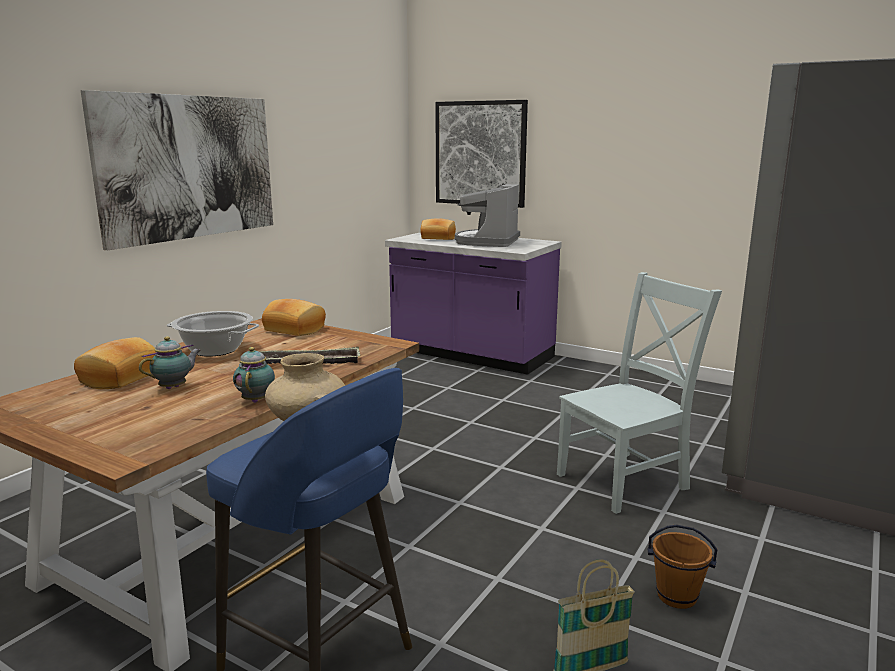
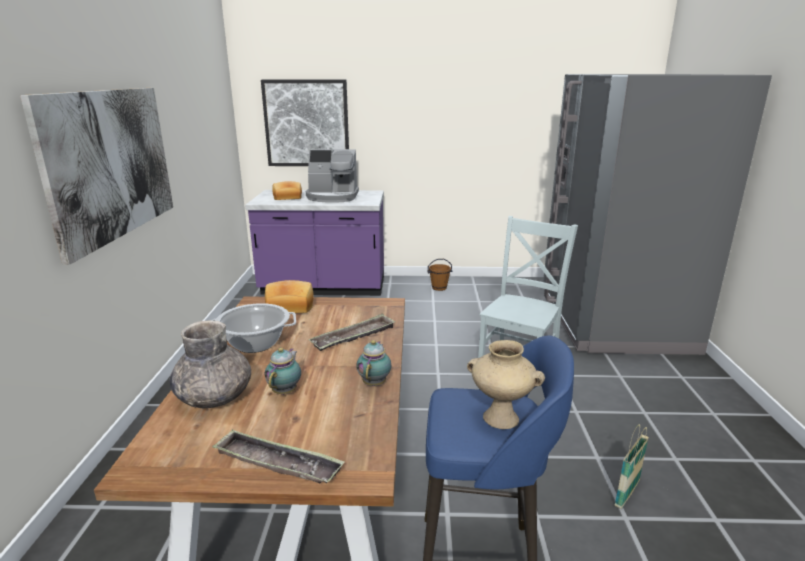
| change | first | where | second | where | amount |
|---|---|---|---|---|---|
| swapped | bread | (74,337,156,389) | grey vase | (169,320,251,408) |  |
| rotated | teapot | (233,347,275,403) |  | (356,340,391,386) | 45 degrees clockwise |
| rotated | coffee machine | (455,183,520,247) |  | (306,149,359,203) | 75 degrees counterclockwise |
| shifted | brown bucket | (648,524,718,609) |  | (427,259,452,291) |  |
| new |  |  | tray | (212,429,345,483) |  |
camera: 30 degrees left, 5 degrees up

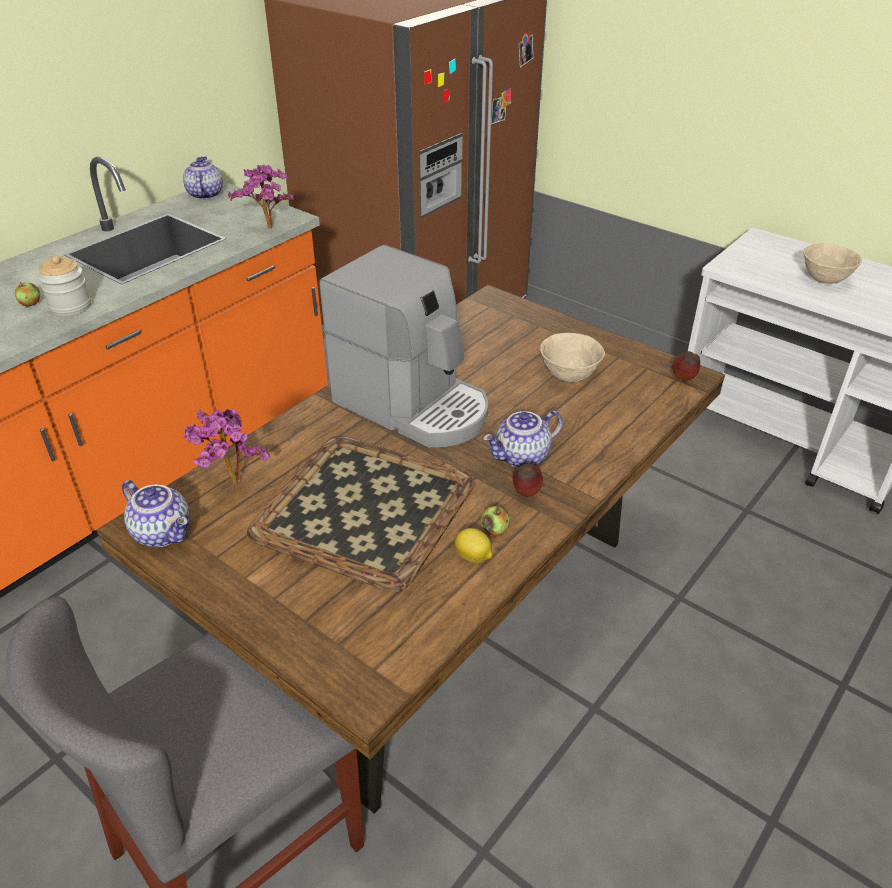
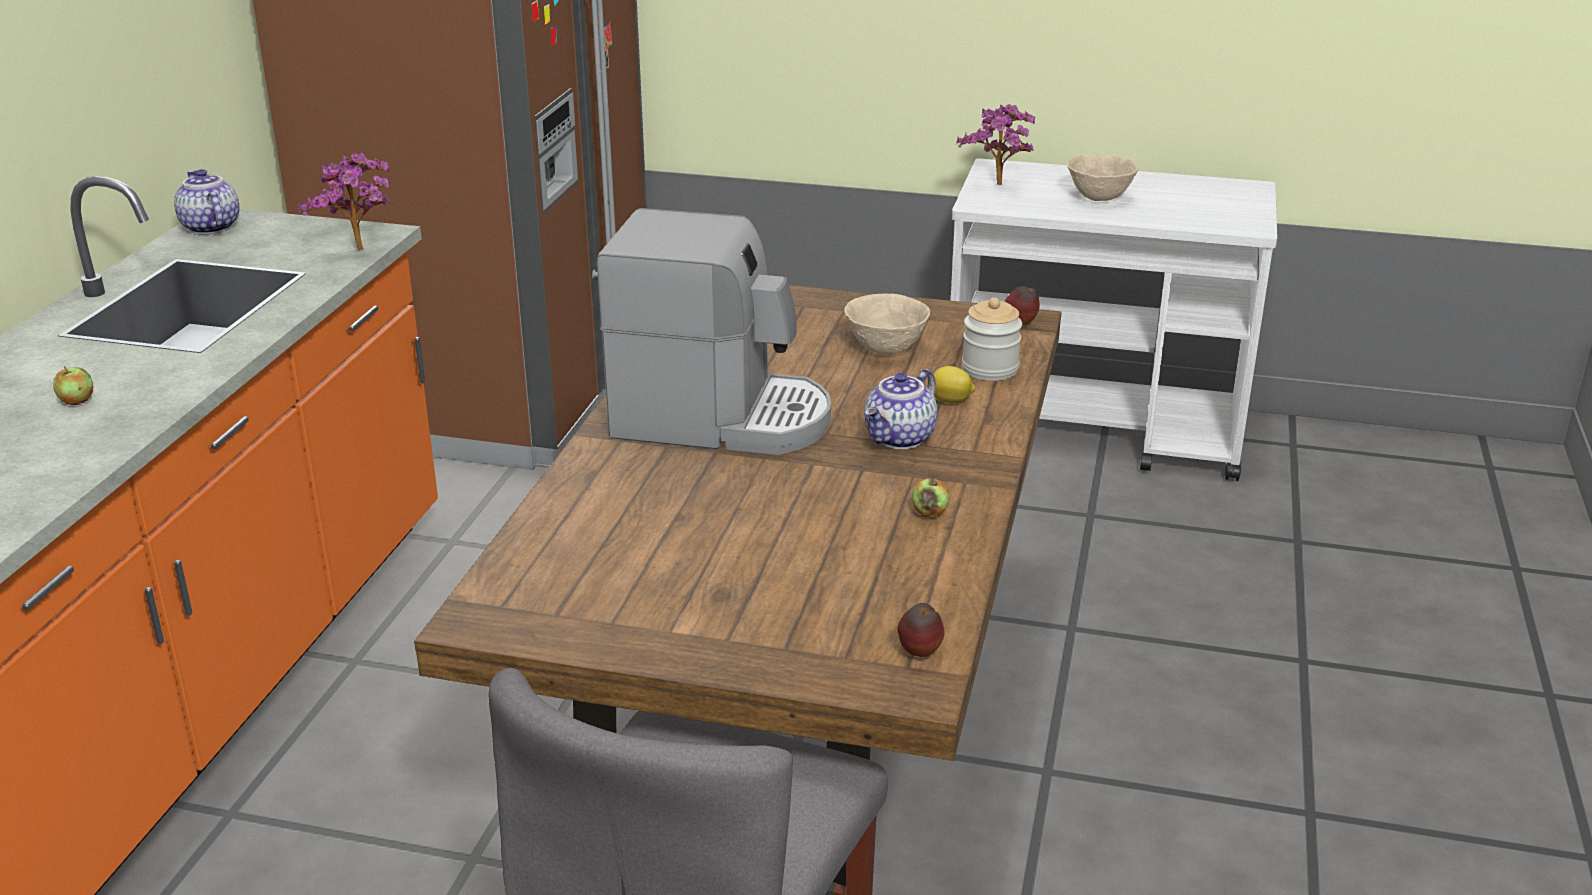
| change | first | where | second | where | amount |
|---|---|---|---|---|---|
| shifted | jar | (38,255,91,316) |  | (962,297,1022,381) |  |
| gone | teapot | (122,480,190,547) |  |  |  |
| shifted | potted plant | (183,409,270,484) |  | (956,104,1035,185) |  |
| gone | tray | (247,436,475,592) |  |  |  |
| shifted | lemon | (454,528,492,563) |  | (933,366,975,403) |  |
| shifted | apple | (512,463,543,497) |  | (898,603,944,657) |  |
camera: 25 degrees left, 10 degrees down

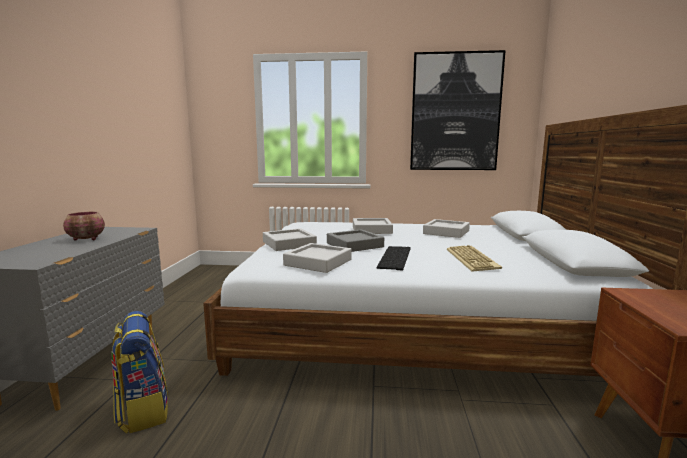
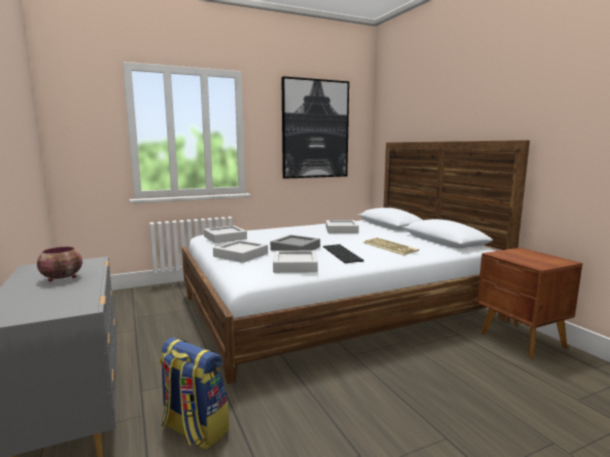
| change | first | where | second | where | amount |
|---|---|---|---|---|---|
| shifted | grey tray | (353,218,393,234) |  | (204,226,247,243) |  |
camera: 30 degrees left, 0 degrees up

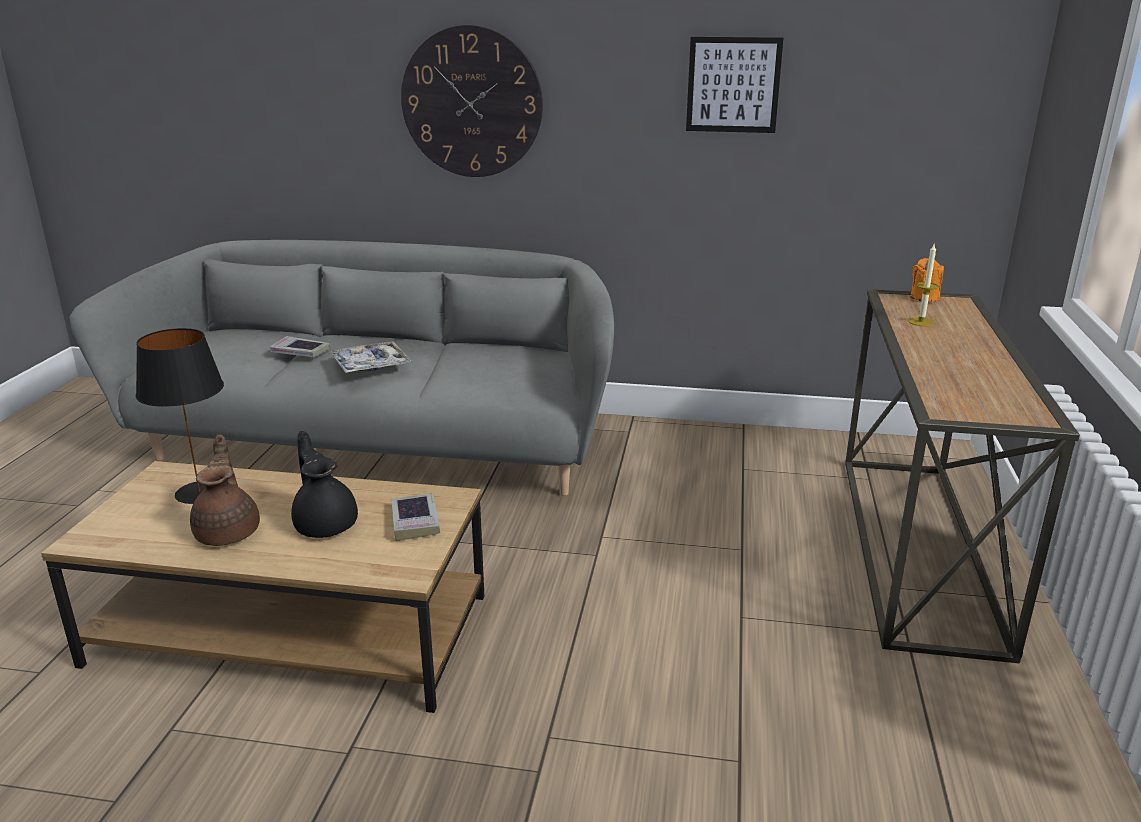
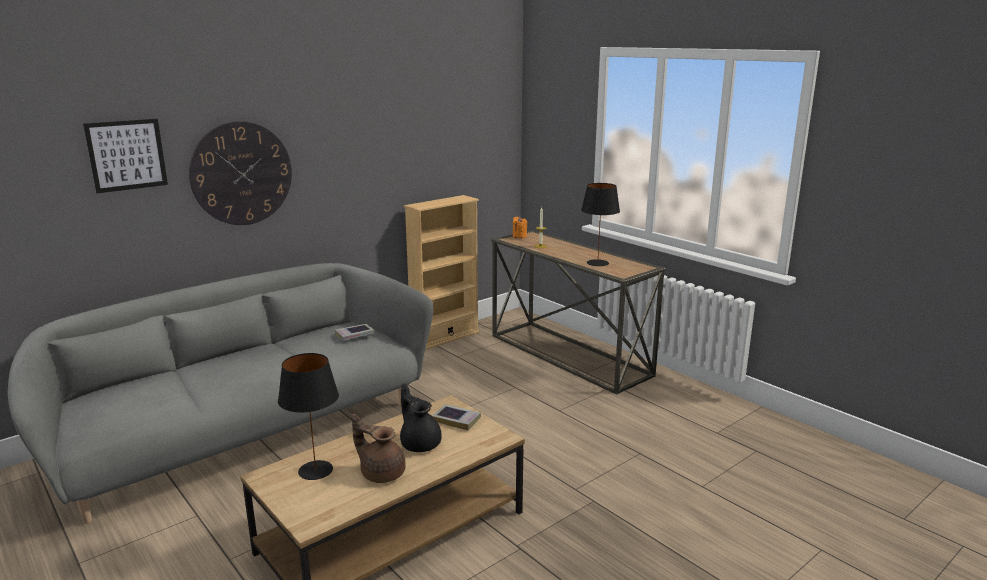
| change | first | where | second | where | amount |
|---|---|---|---|---|---|
| shifted | book | (270,336,330,357) |  | (335,324,375,340) |  |
| rotated | black teapot | (291,431,358,538) |  | (400,384,442,452) | 45 degrees clockwise |
| gone | tray | (331,341,411,373) |  |  |  |
| shifted | picture | (686,37,783,133) |  | (83,119,168,193) |  |
| new |  |  | beige bookcase | (404,195,480,350) |  |
| new |  |  | black table lamp | (581,183,620,266) |  |
camera: 50 degrees left, 5 degrees down

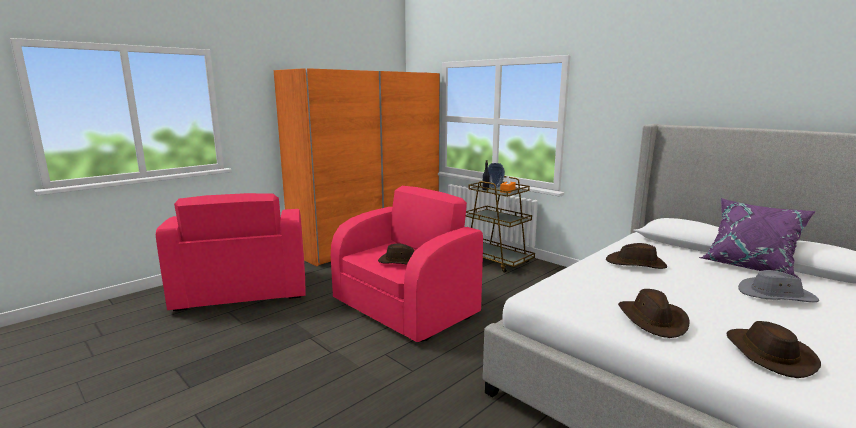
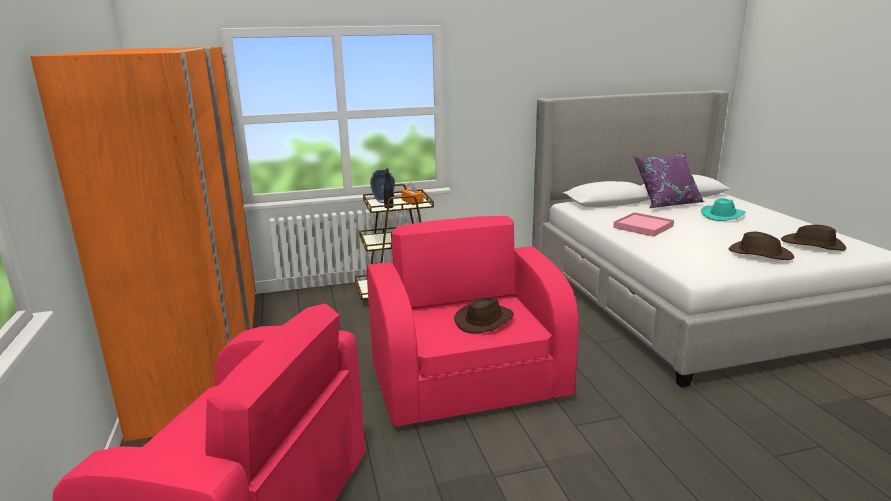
| change | first | where | second | where | amount |
|---|---|---|---|---|---|
| swapped | brown hat | (606,243,667,269) | pink tray | (613,212,674,237) |  |
| repainted | grey hat | (738,270,819,302) | turquoise hat | (701,198,746,221) |  |
camera: 60 degrees left, 5 degrees up

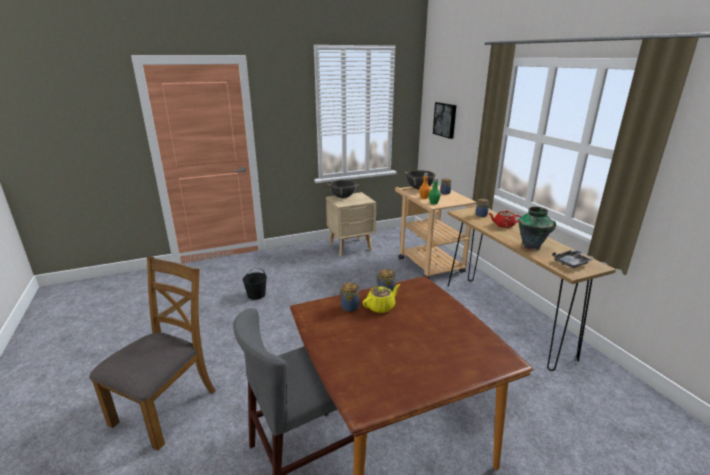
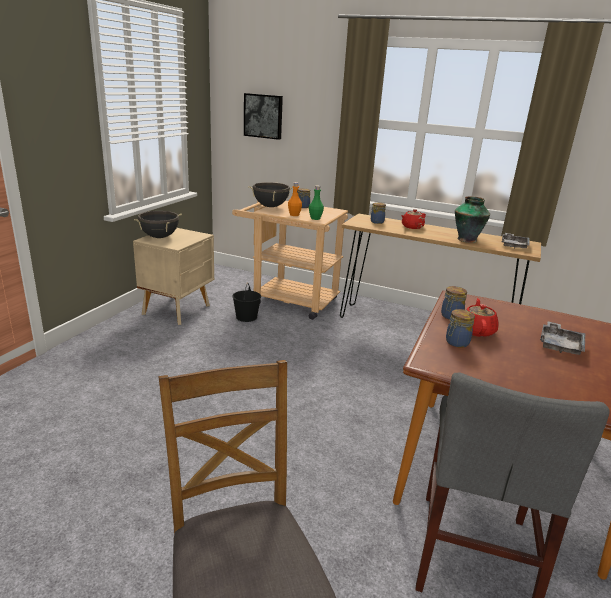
| change | first | where | second | where | amount |
|---|---|---|---|---|---|
| shifted | black bucket | (243,267,267,300) |  | (233,282,261,322) |  |
| repainted | yellow teapot | (362,284,400,313) | red teapot | (466,298,499,337) |  |
| new |  |  | grey tray | (540,321,585,355) |  |
camera: 45 degrees left, 0 degrees up

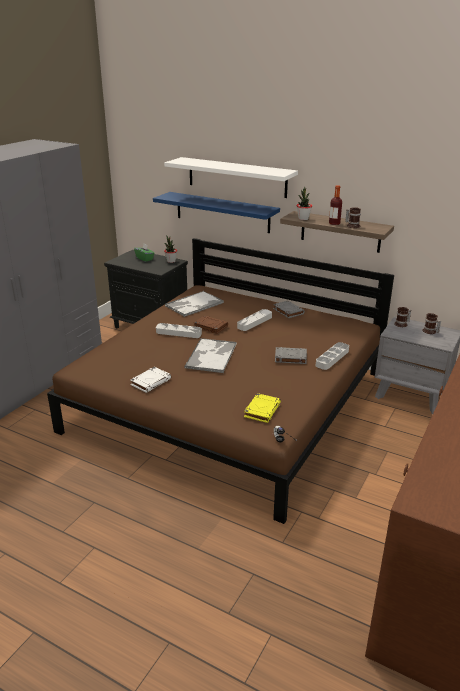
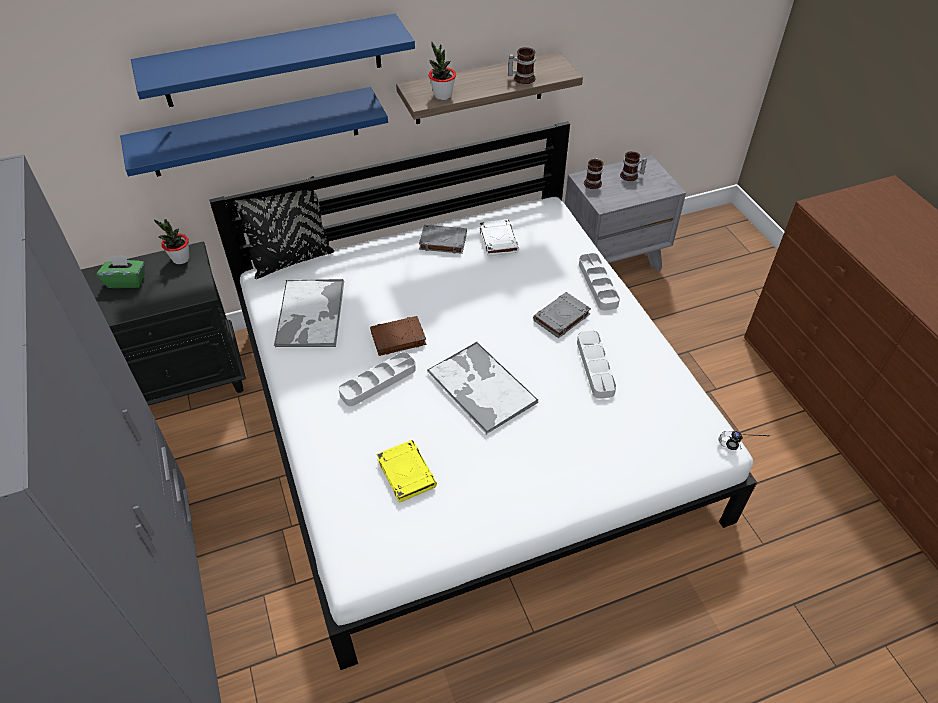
| change | first | where | second | where | amount |
|---|---|---|---|---|---|
| repainted | brown bed | (47,238,394,524) | white bed | (209,121,757,670) |  |
| shifted | white book | (130,367,171,393) |  | (479,219,519,256) |  |
| repainted | white shelf | (164,157,298,198) | blue shelf | (131,14,415,107) |  |
| shifted | grey tray | (237,309,272,331) |  | (577,330,616,399) |  |
| shifted | yellow book | (244,393,281,423) |  | (377,440,437,503) |  |
| gone | bottle | (329,185,342,225) |  |  |  |
| new |  |  | black pillow | (233,176,334,279) |  |
camera: 50 degrees left, 20 degrees up

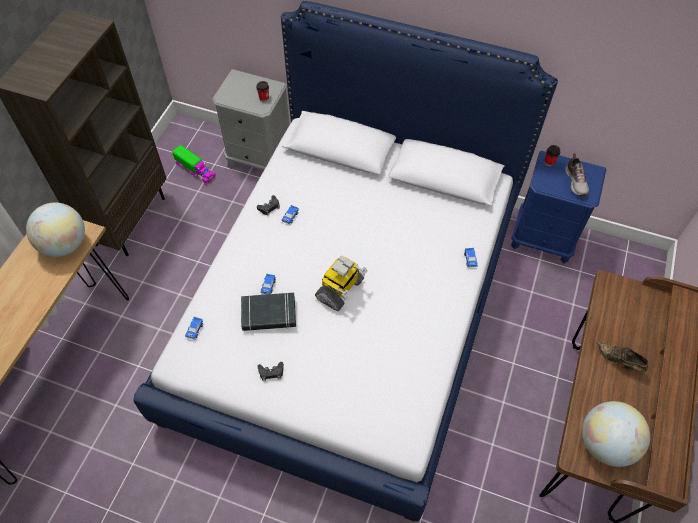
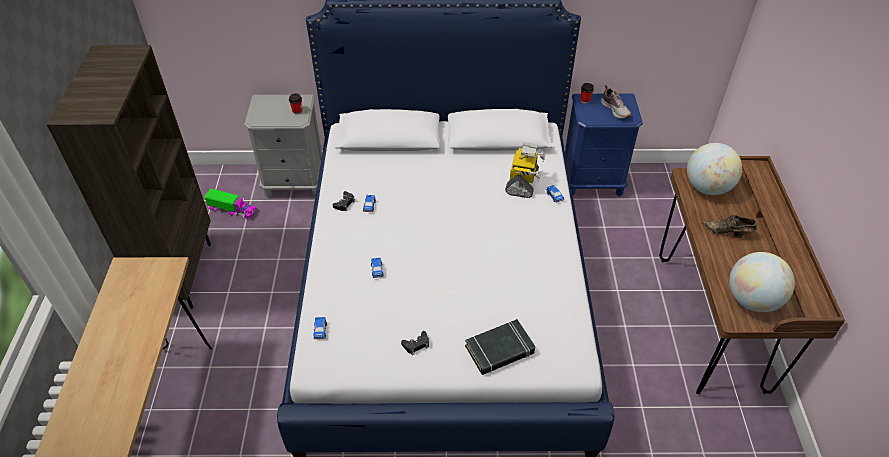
| change | first | where | second | where | amount |
|---|---|---|---|---|---|
| shifted | globe | (26,203,85,257) |  | (687,143,742,195) |  |
| shifted | black book | (241,293,296,331) |  | (465,319,535,375) |  |
| shifted | toy robot | (315,255,368,311) |  | (505,142,546,198) |  |
camera: 20 degrees left, 10 degrees down

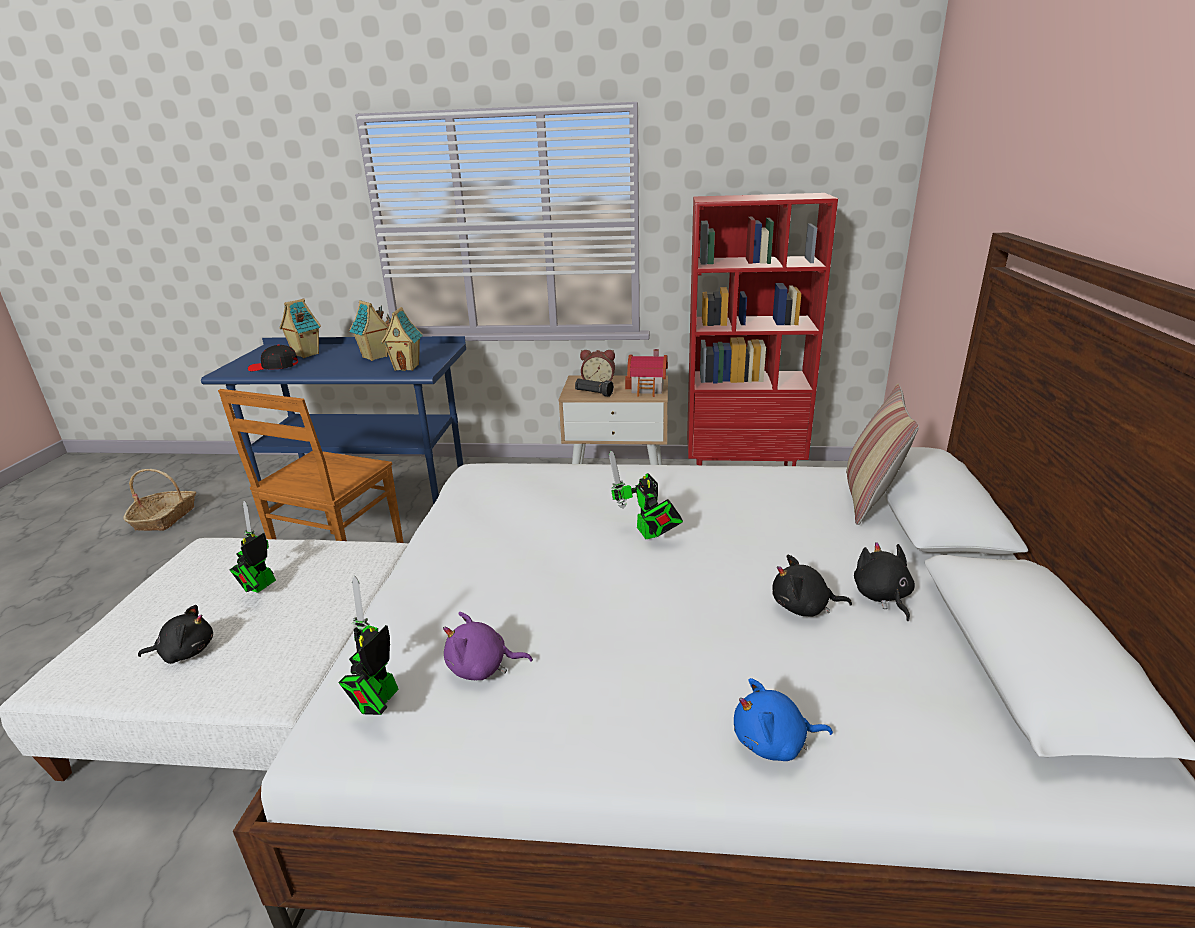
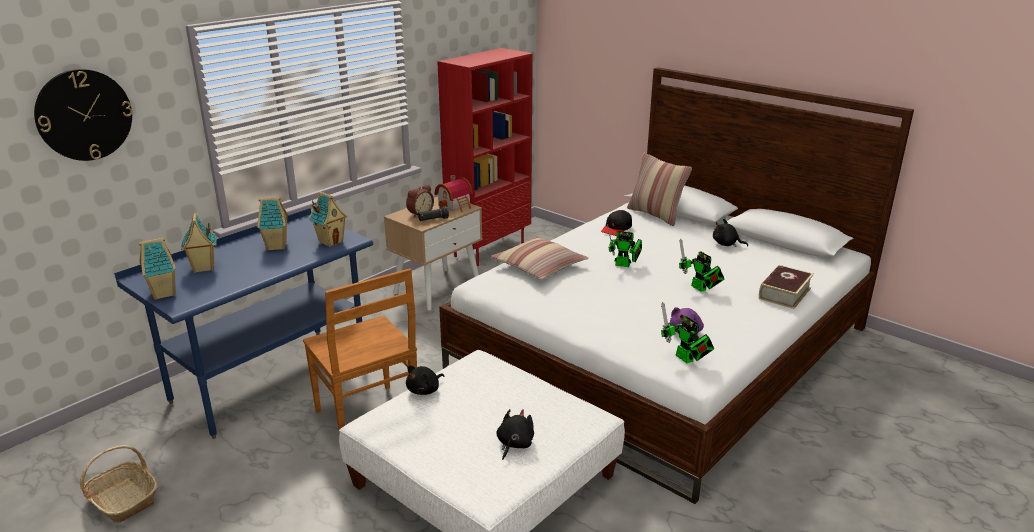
| change | first | where | second | where | amount |
|---|---|---|---|---|---|
| shifted | toy robot | (230,501,276,593) |  | (679,238,724,292) |  |
| shifted | black cap | (248,344,298,371) |  | (601,210,632,236) |  |
| swapped | blue plush toy | (734,678,833,761) | book | (759,265,814,309) |  |
| shifted | black plush toy | (772,555,852,617) |  | (406,365,444,395) |  |
| new |  |  | wall clock | (34,69,133,161) |  |
| new |  |  | toy house | (139,238,176,300) |  |
| new |  |  | pillow | (491,237,589,280) |  |
camera: 55 degrees left, 0 degrees up

